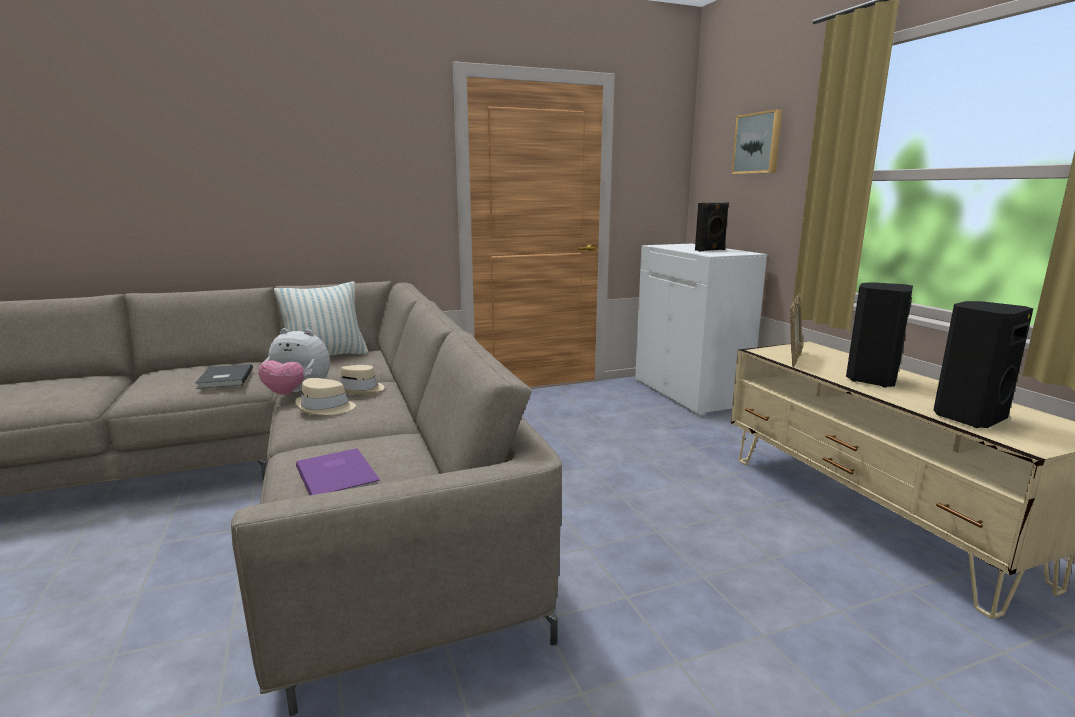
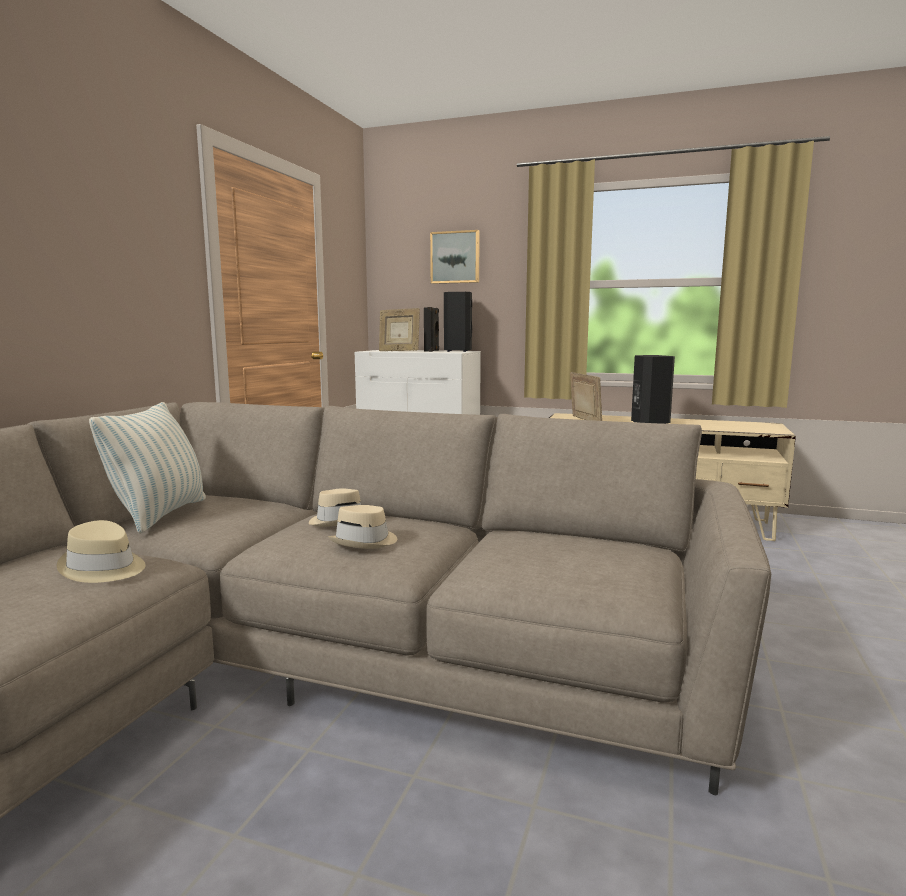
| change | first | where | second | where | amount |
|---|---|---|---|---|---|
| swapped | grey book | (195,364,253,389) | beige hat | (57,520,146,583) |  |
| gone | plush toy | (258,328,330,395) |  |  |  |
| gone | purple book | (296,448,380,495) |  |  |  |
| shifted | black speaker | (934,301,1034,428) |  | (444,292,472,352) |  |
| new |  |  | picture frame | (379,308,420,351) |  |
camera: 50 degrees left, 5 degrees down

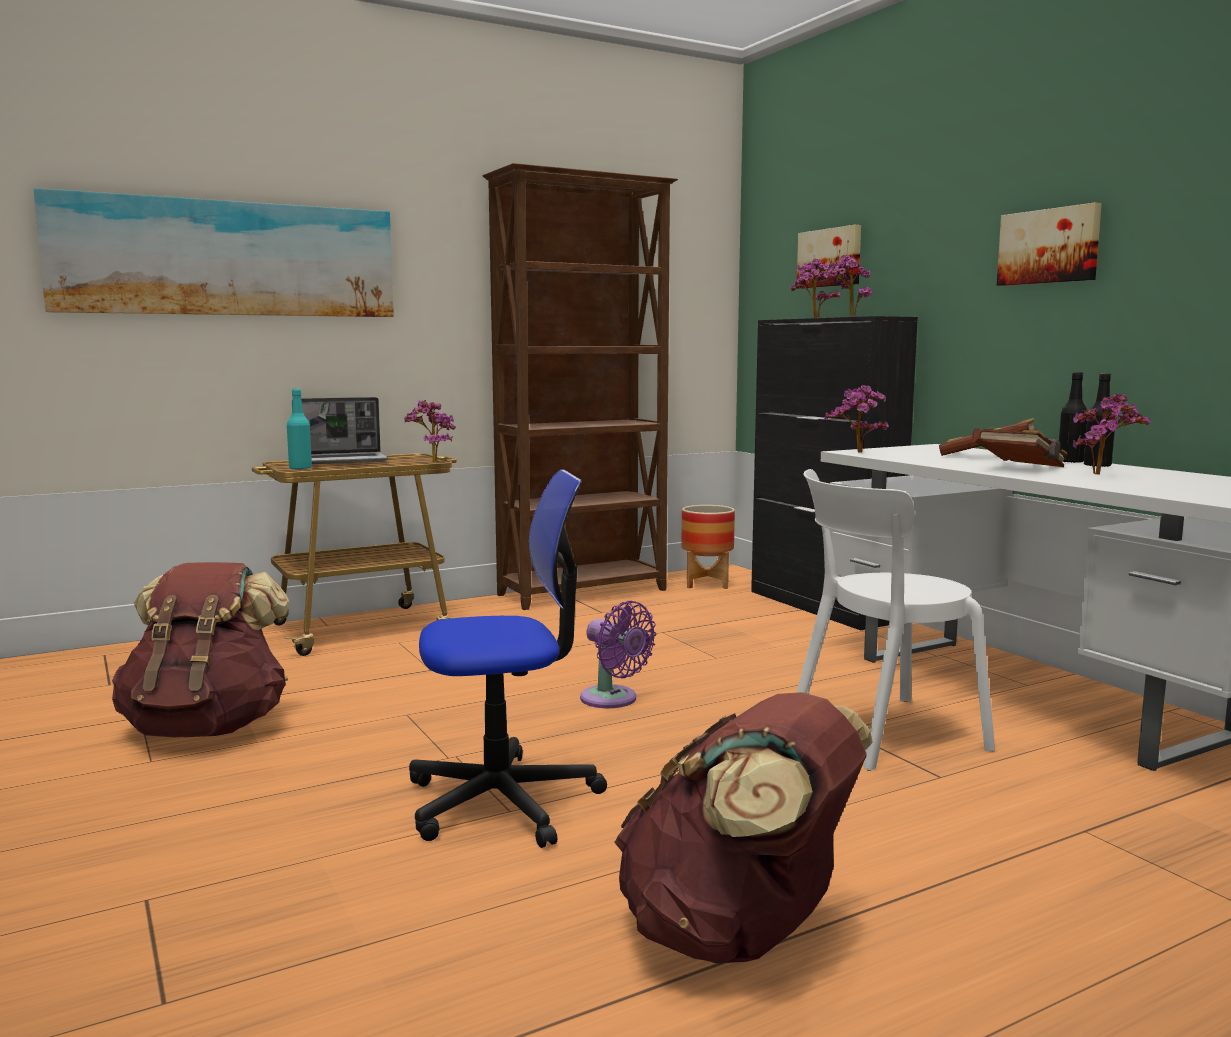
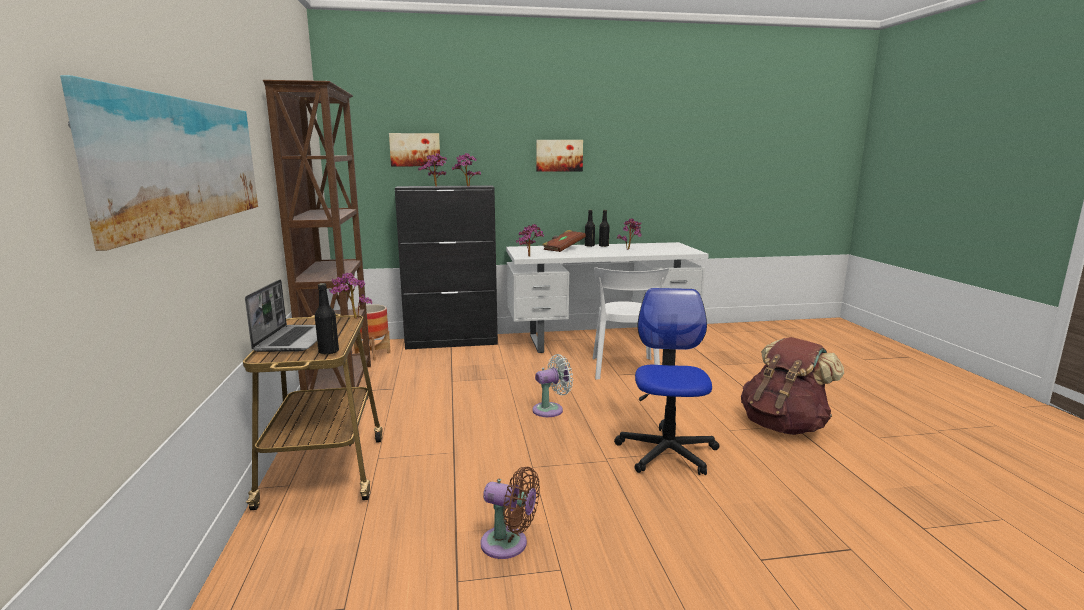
| change | first | where | second | where | amount |
|---|---|---|---|---|---|
| swapped | brown backpack | (112,562,290,737) | brown fan | (481,467,540,559) |  |
| repainted | turquoise bottle | (287,389,312,470) | black bottle | (315,283,339,355) |  |
| repainted | purple fan | (580,600,656,708) | white fan | (532,354,573,417) |  |
| gone | brown book | (972,428,1068,467) |  |  |  |
camera: 70 degrees left, 5 degrees up

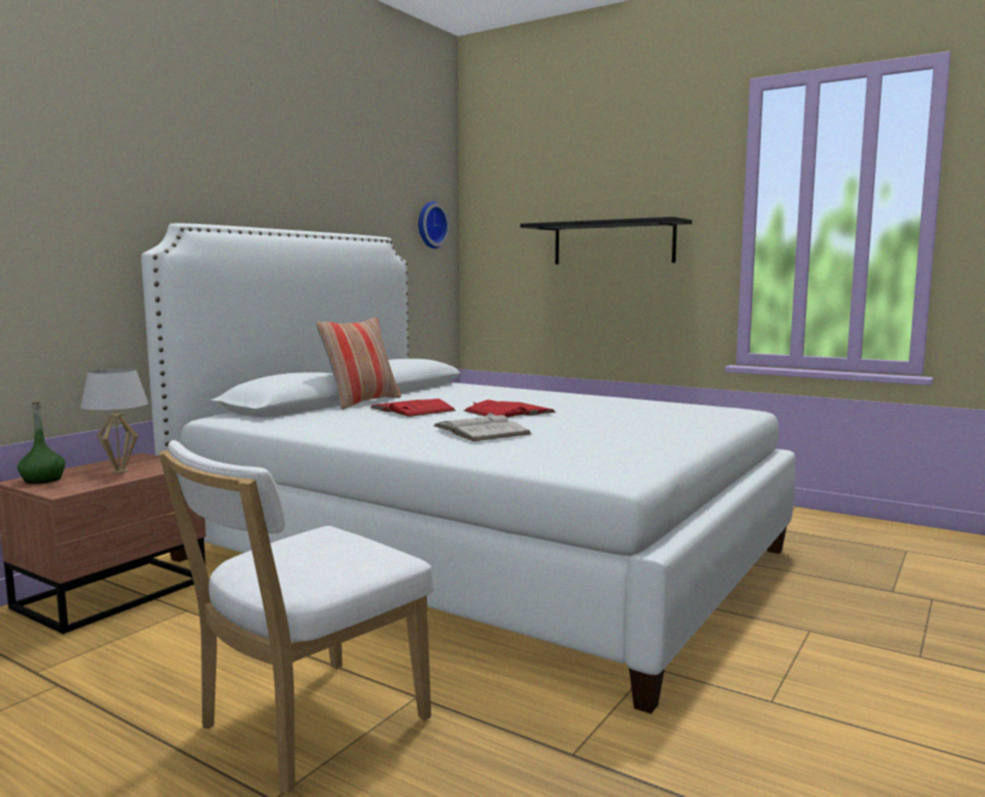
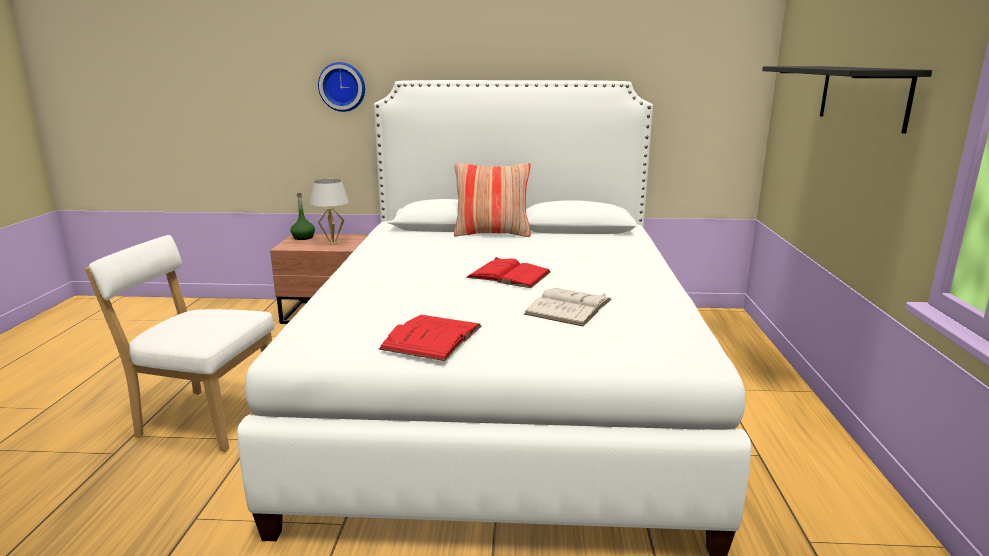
| change | first | where | second | where | amount |
|---|---|---|---|---|---|
| shifted | red book | (370,399,456,417) |  | (378,315,482,361) |  |
| shifted | wall clock | (418,201,450,249) |  | (318,62,365,112) |  |
| shifted | white book | (433,413,532,441) |  | (524,288,612,326) |  |
camera: 60 degrees right, 10 degrees up

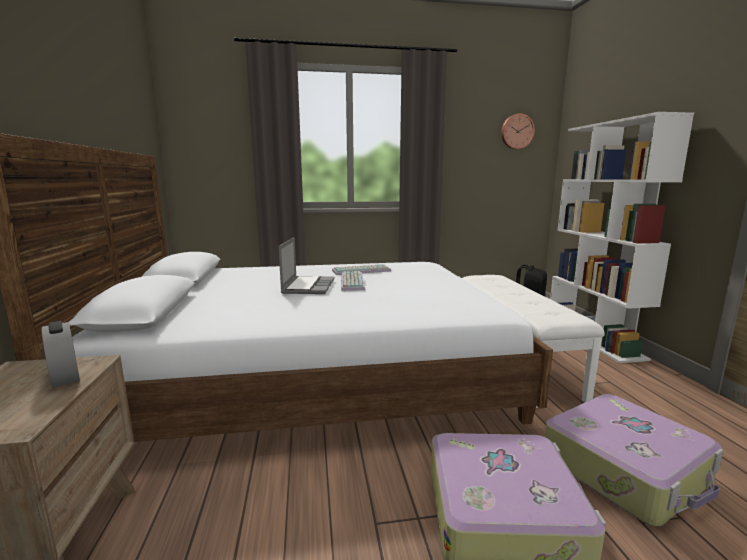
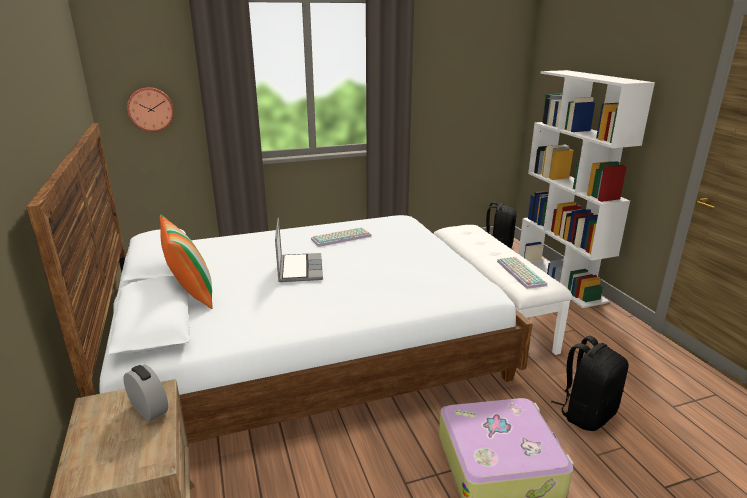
| change | first | where | second | where | amount |
|---|---|---|---|---|---|
| shifted | keyboard | (341,271,365,291) |  | (497,257,547,289) |  |
| shifted | wall clock | (501,113,535,149) |  | (127,87,174,132) |  |
| swapped | suitcase | (545,394,723,526) | black backpack | (551,336,629,431) |  |
| new |  |  | pillow | (160,215,213,309) |  |
camera: 10 degrees left, 10 degrees up

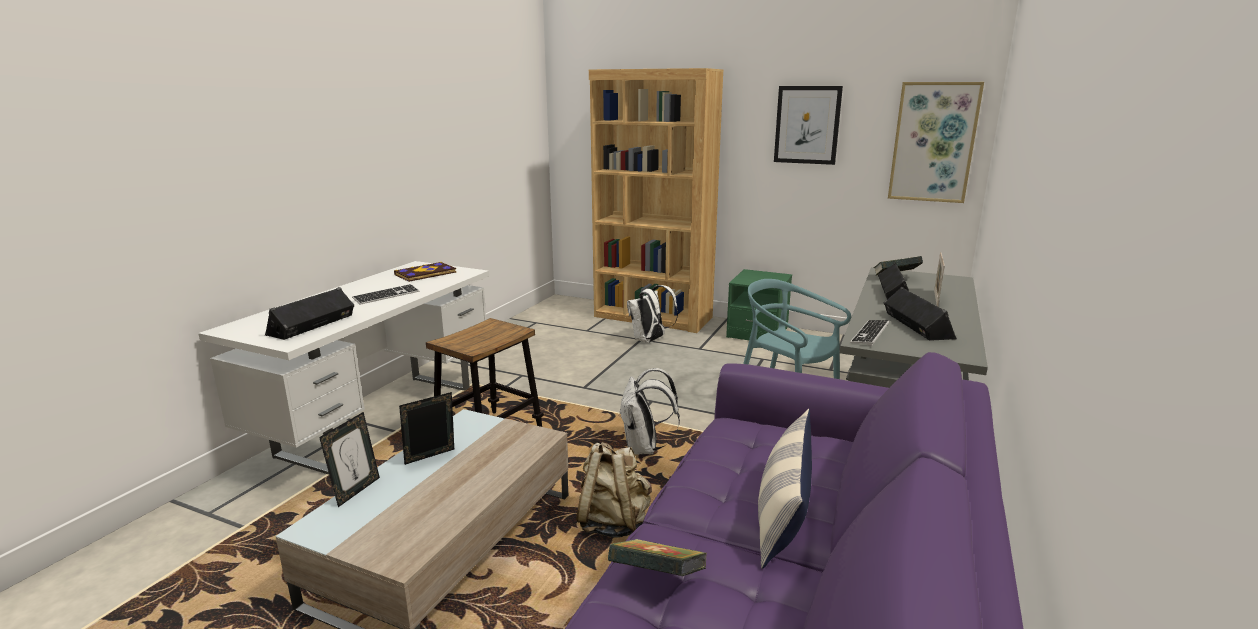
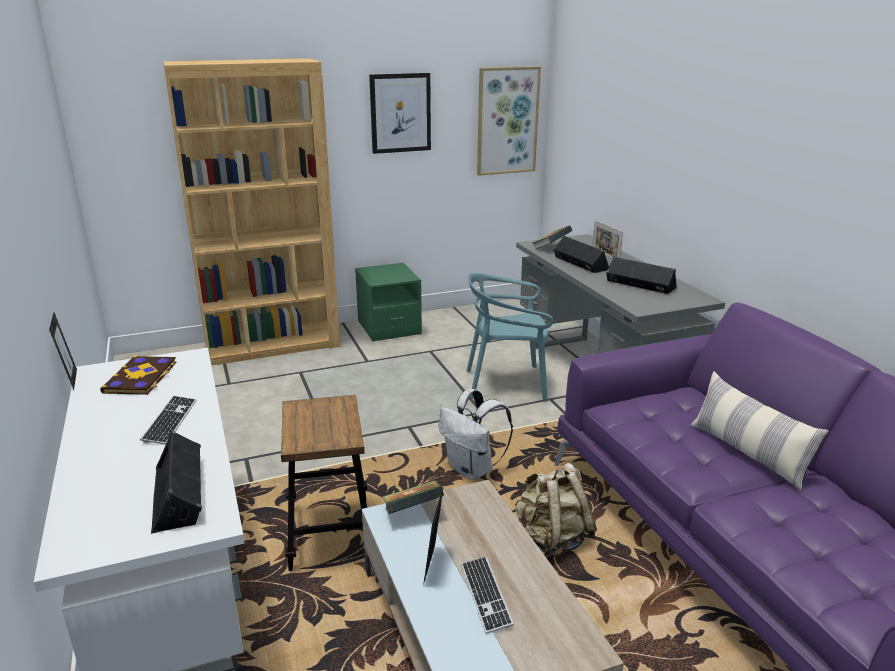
| change | first | where | second | where | amount |
|---|---|---|---|---|---|
| shifted | picture frame | (319,412,380,507) |  | (49,313,77,390) |  |
| shifted | book | (608,538,707,576) |  | (383,481,444,514) |  |
| gone | white backpack | (627,285,678,343) |  |  |  |
| shifted | keyboard | (850,320,890,346) |  | (461,556,514,634) |  |
camera: 45 degrees left, 5 degrees up

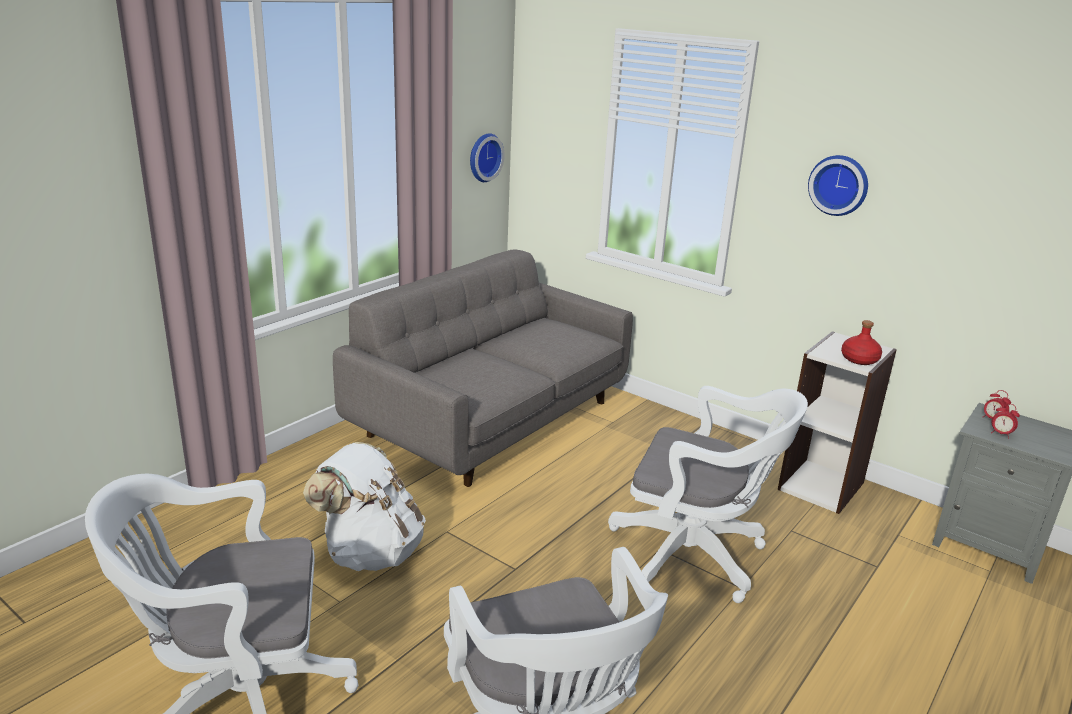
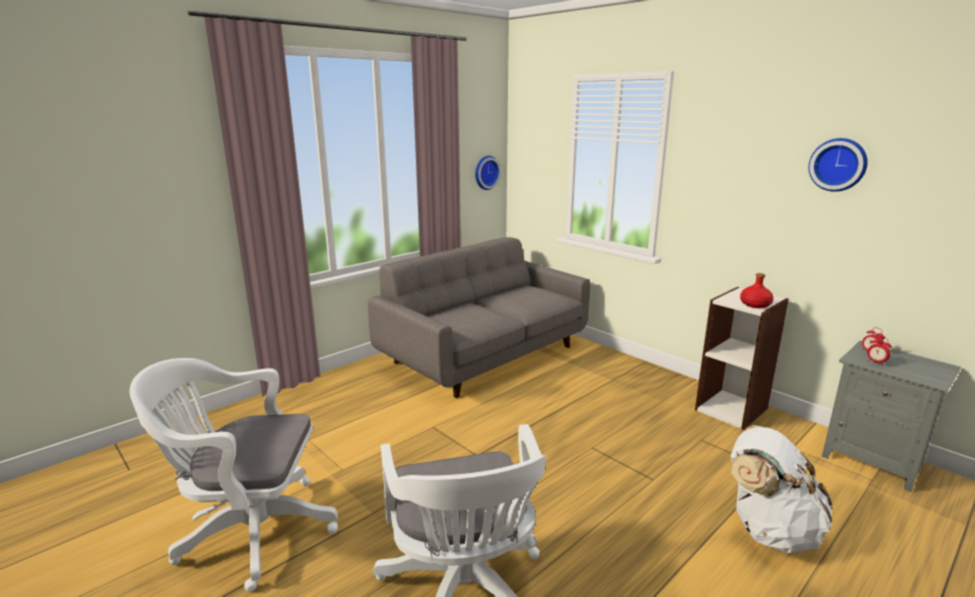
| change | first | where | second | where | amount |
|---|---|---|---|---|---|
| shifted | white backpack | (303,442,426,571) |  | (731,425,833,553) |  |
| gone | white office chair | (608,386,808,603) |  |  |  |
| shifted | wall clock | (808,155,868,216) |  | (808,138,868,192) |  |
camera: 10 degrees right, 5 degrees down

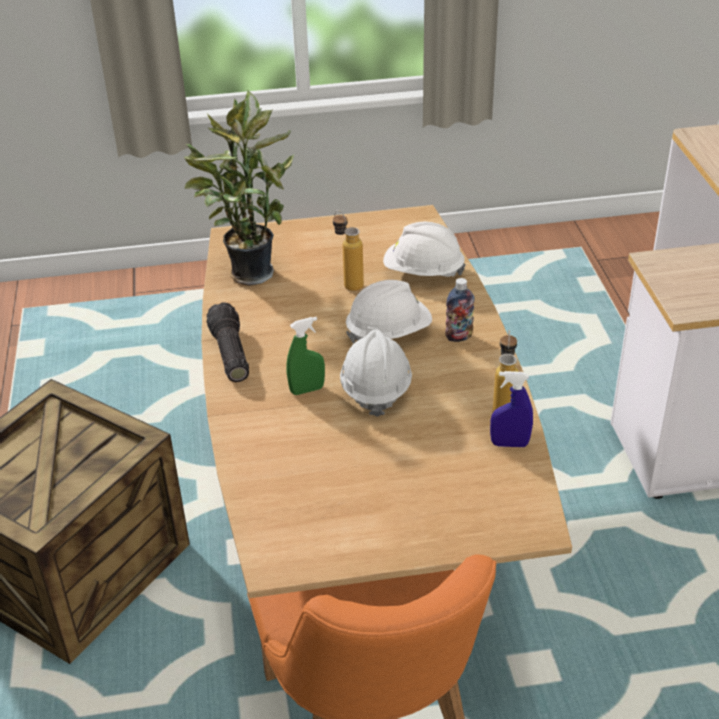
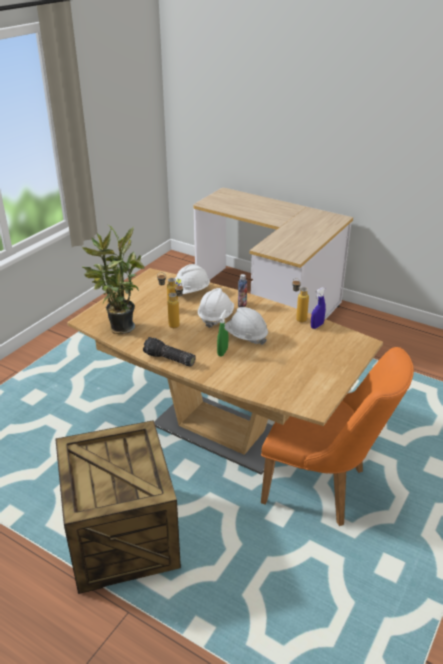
| change | first | where | second | where | amount |
|---|---|---|---|---|---|
| new |  |  | bottle | (167,283,183,328) |  |
camera: 50 degrees left, 5 degrees down

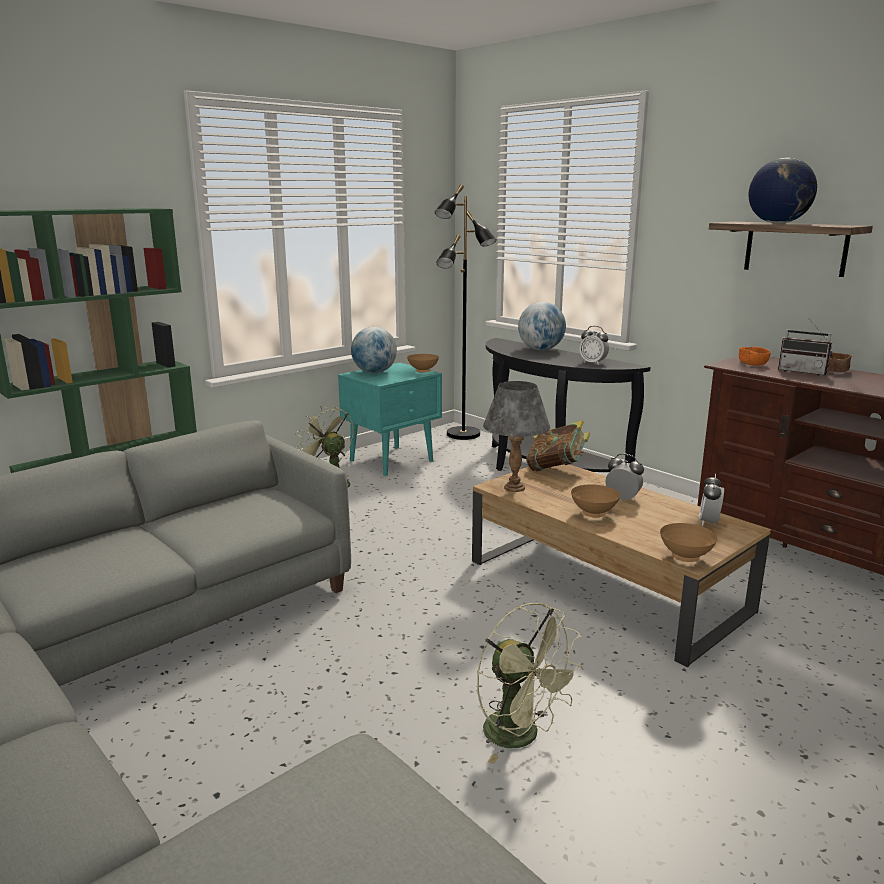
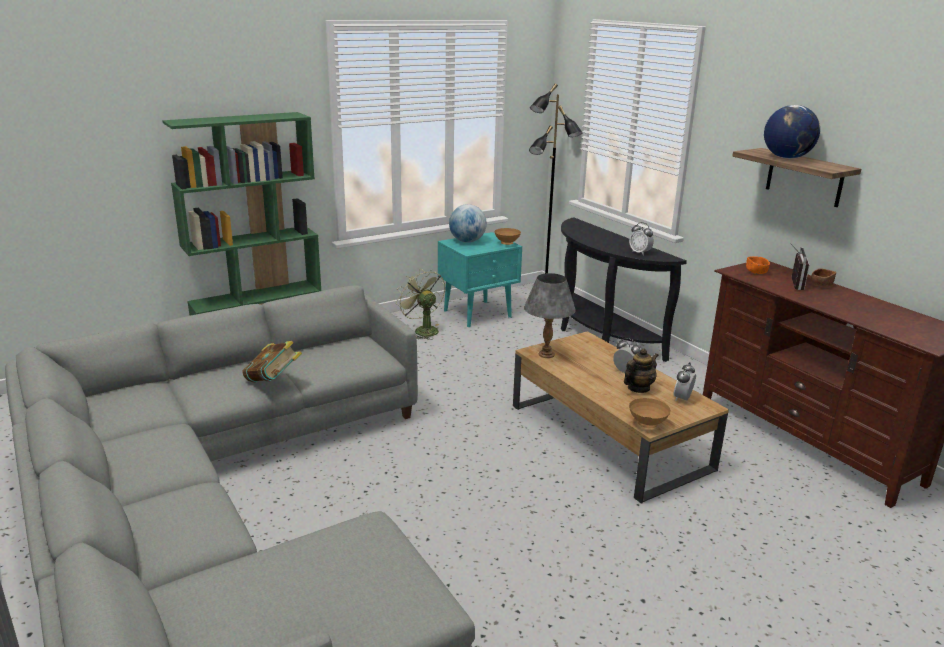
| change | first | where | second | where | amount |
|---|---|---|---|---|---|
| gone | green fan | (477,602,584,764) |  |  |  |
| gone | globe | (518,302,566,350) |  |  |  |
| shifted | book | (526,420,590,471) |  | (242,341,302,382) |  |
| gone | brown bowl | (571,484,620,517) |  |  |  |
| rotated | radio | (778,318,832,376) |  | (790,243,810,290) | 120 degrees counterclockwise |
| new |  |  | teapot | (624,348,659,393) |  |
camera: 10 degrees right, 5 degrees up

